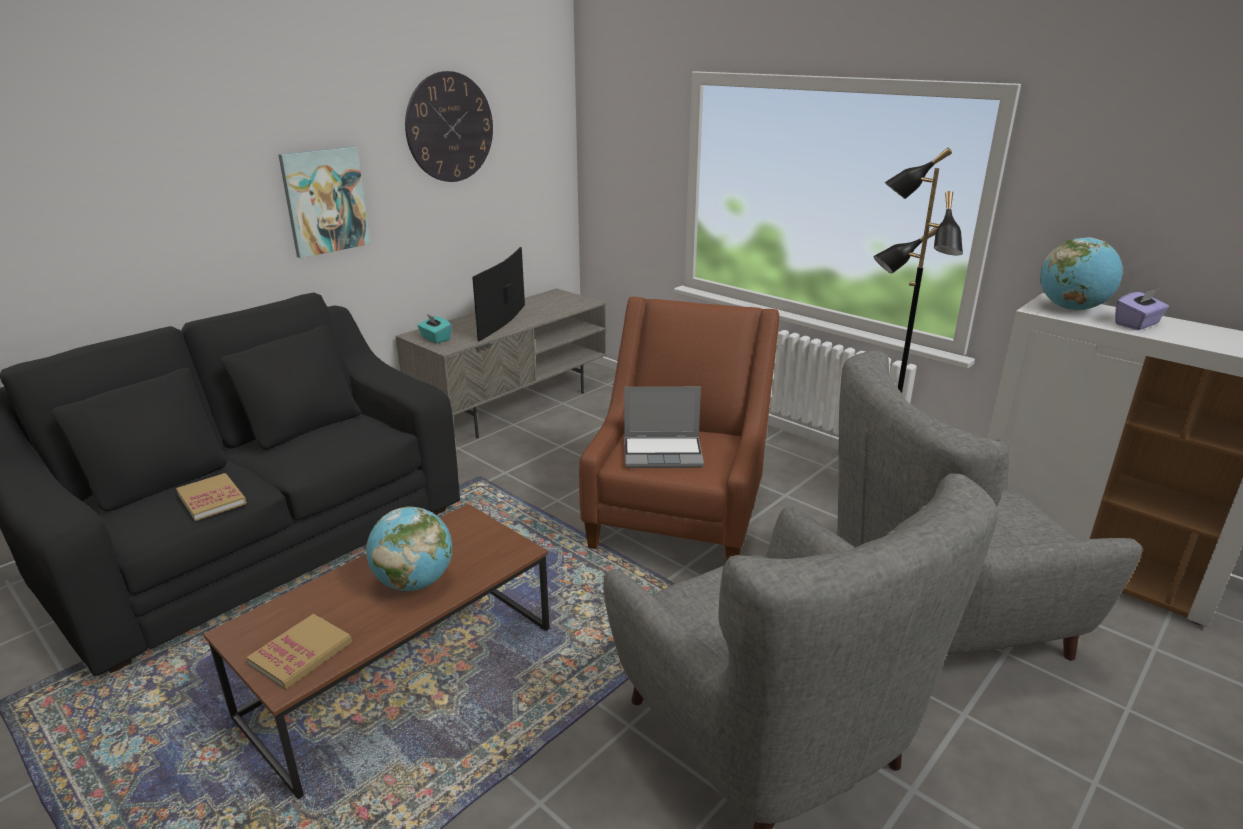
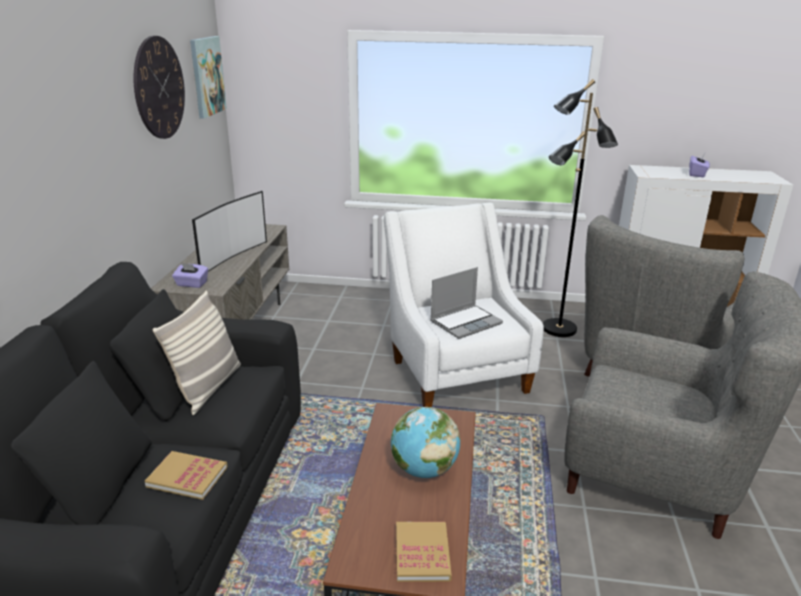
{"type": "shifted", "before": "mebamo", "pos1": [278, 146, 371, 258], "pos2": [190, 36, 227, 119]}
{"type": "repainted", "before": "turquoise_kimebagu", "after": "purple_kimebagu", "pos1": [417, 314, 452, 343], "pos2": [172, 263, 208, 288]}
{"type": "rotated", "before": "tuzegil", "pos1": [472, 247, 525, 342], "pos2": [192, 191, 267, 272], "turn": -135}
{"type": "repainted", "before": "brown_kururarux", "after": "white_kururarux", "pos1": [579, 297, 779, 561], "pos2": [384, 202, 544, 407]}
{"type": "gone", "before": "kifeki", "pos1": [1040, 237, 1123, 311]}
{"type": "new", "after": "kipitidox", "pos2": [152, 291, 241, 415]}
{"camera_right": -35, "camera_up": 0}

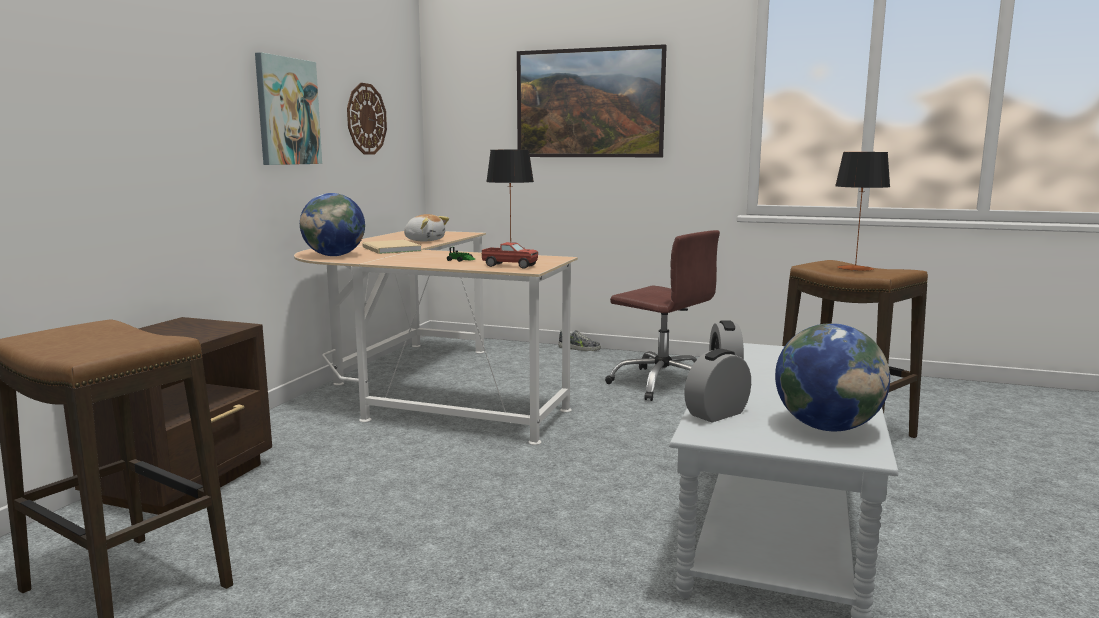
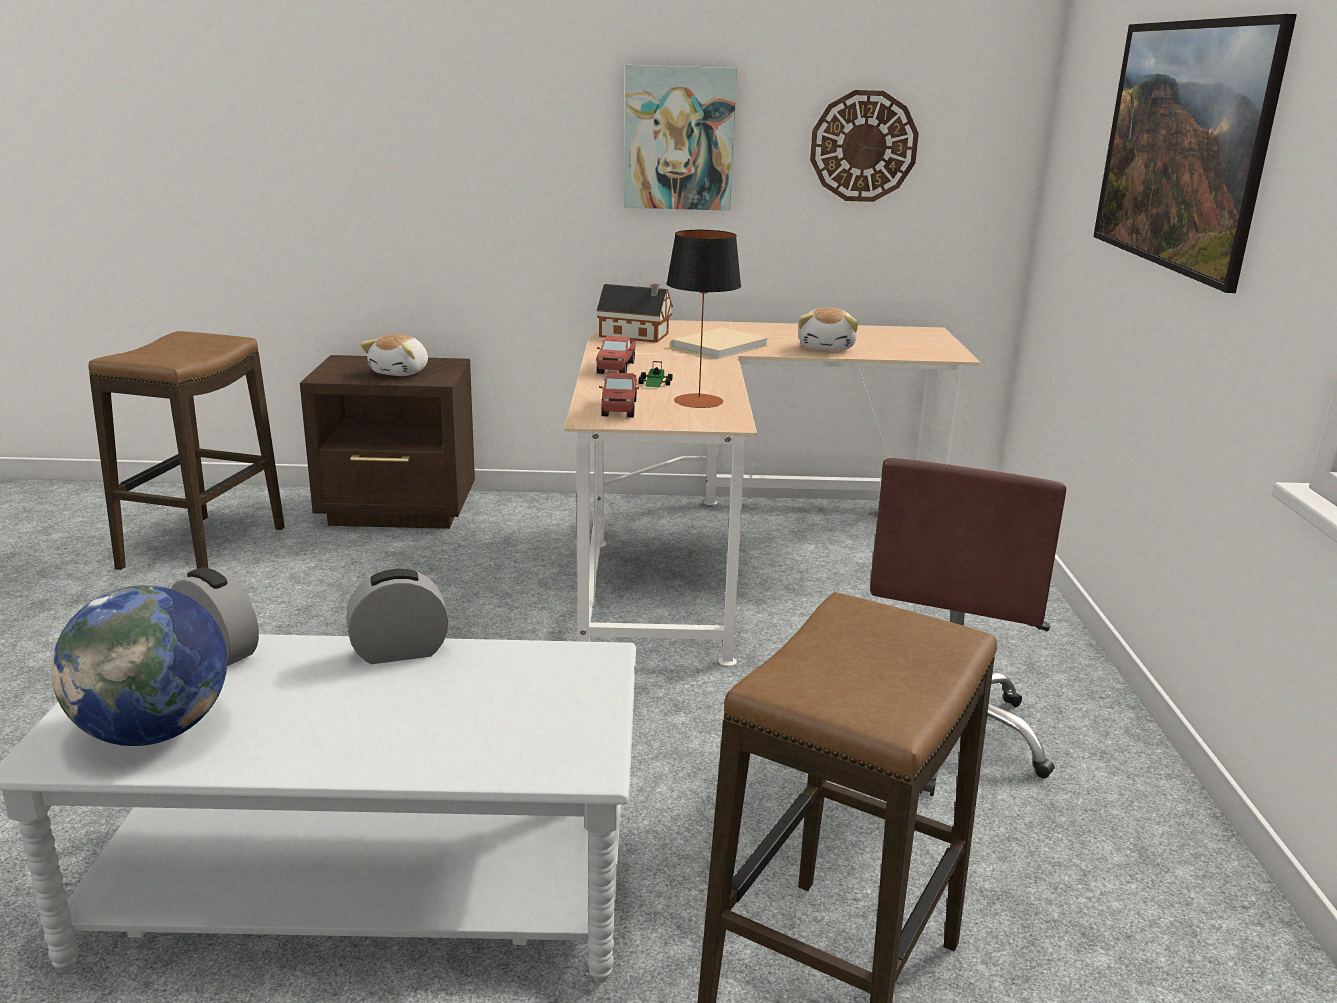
{"type": "swapped", "before": "kifeki", "after": "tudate", "pos1": [300, 193, 365, 256], "pos2": [597, 283, 673, 343]}
{"type": "gone", "before": "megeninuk", "pos1": [558, 330, 601, 351]}
{"type": "gone", "before": "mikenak", "pos1": [835, 152, 890, 271]}
{"type": "new", "after": "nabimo", "pos2": [360, 334, 428, 376]}
{"type": "new", "after": "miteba", "pos2": [596, 336, 636, 374]}
{"camera_right": 70, "camera_up": 10}

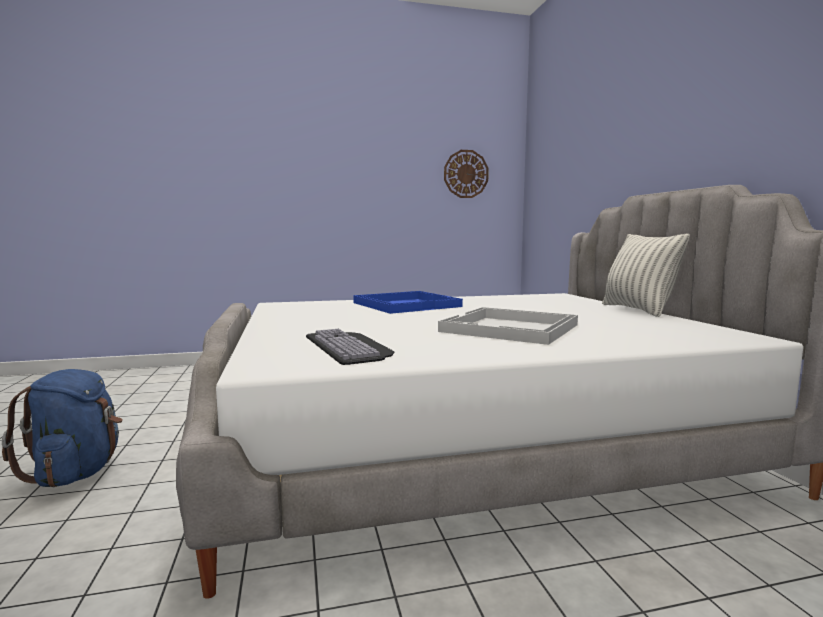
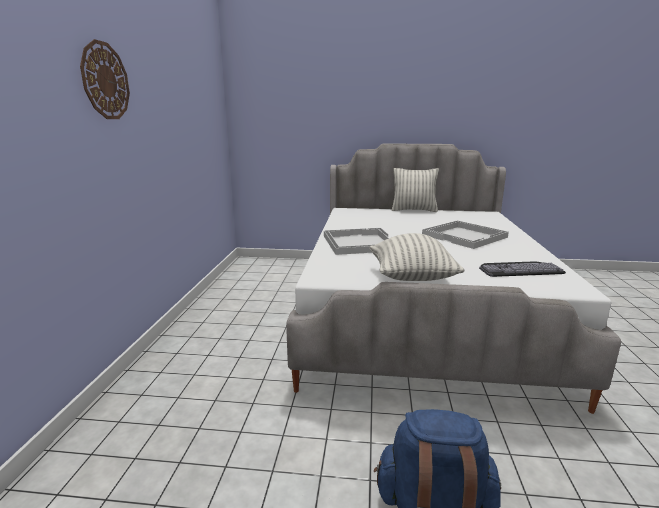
{"type": "repainted", "before": "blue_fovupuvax", "after": "white_fovupuvax", "pos1": [353, 291, 463, 314], "pos2": [324, 228, 389, 255]}
{"type": "shifted", "before": "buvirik", "pos1": [444, 150, 489, 198], "pos2": [80, 39, 130, 119]}
{"type": "new", "after": "kipitidox", "pos2": [369, 233, 465, 281]}
{"camera_right": -70, "camera_up": 10}

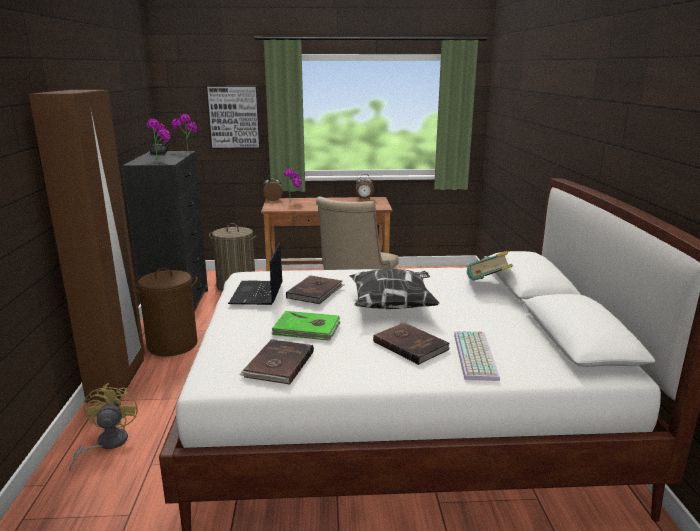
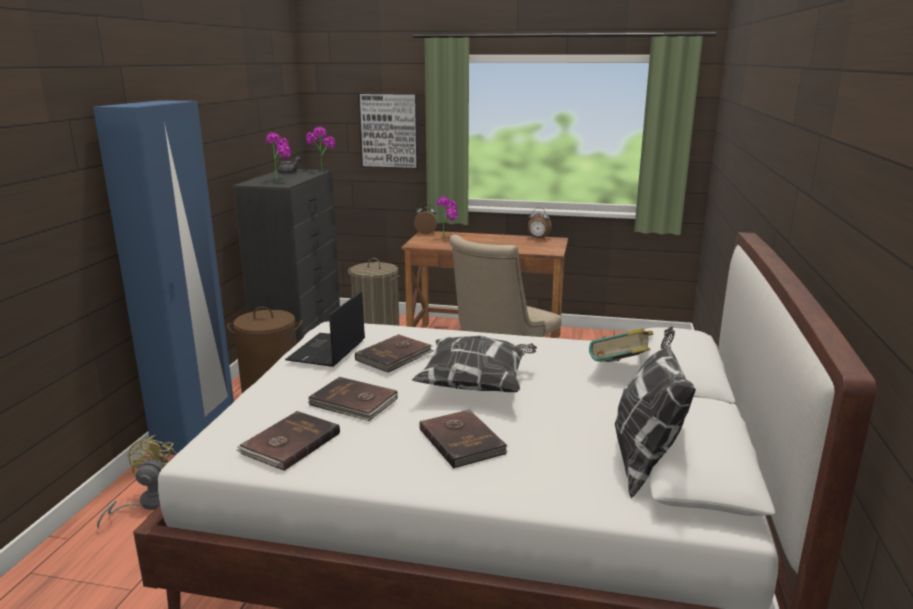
{"type": "repainted", "before": "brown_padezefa", "after": "blue_padezefa", "pos1": [29, 90, 145, 403], "pos2": [93, 100, 234, 455]}
{"type": "repainted", "before": "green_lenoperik", "after": "brown_lenoperik", "pos1": [271, 311, 340, 341], "pos2": [308, 377, 398, 421]}
{"type": "gone", "before": "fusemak", "pos1": [454, 331, 500, 381]}
{"type": "new", "after": "kipitidox", "pos2": [615, 326, 696, 499]}
{"camera_right": 15, "camera_up": 0}

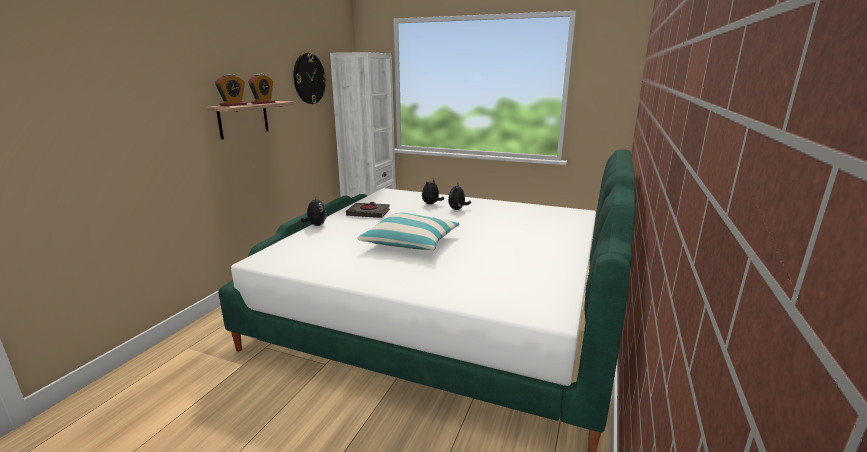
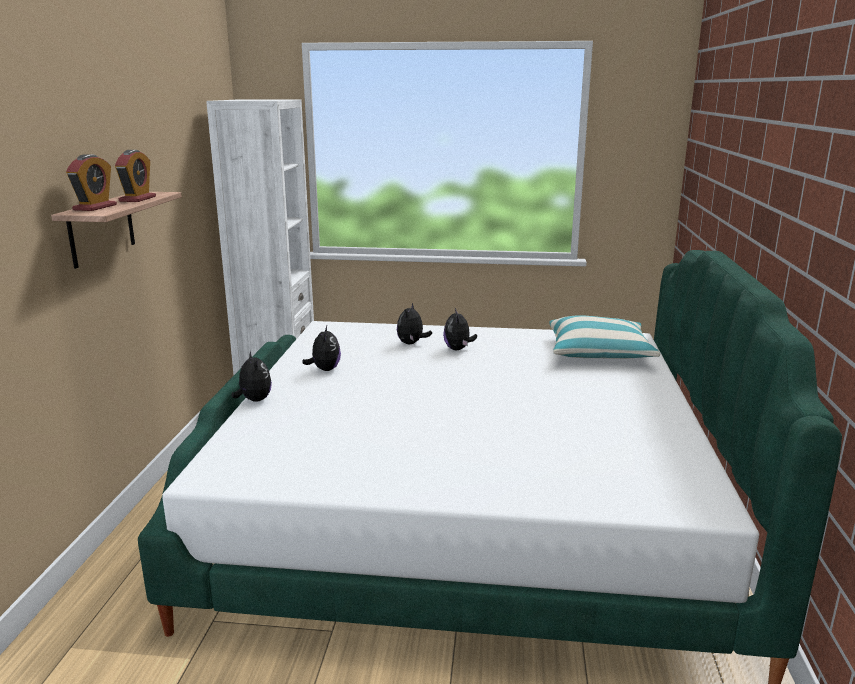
{"type": "gone", "before": "buvirik", "pos1": [293, 53, 327, 104]}
{"type": "swapped", "before": "black_lenoperik", "after": "nabimo", "pos1": [346, 202, 390, 218], "pos2": [302, 326, 341, 371]}
{"type": "shifted", "before": "kipitidox", "pos1": [357, 213, 459, 250], "pos2": [549, 315, 660, 359]}
{"camera_right": -15, "camera_up": 0}

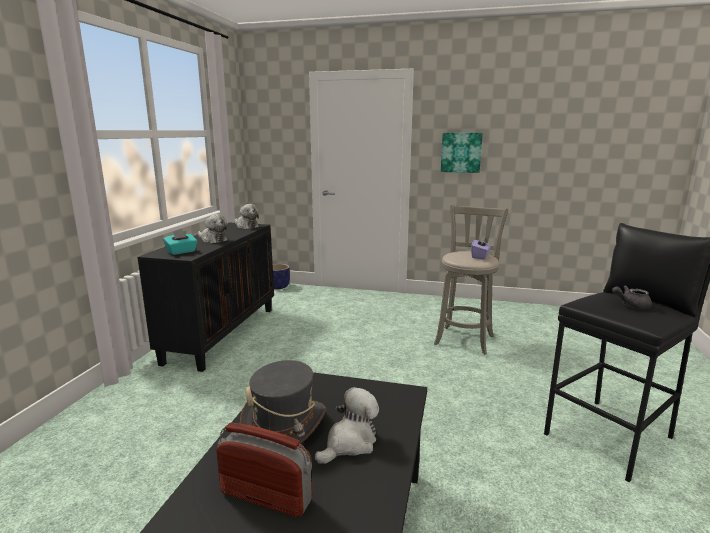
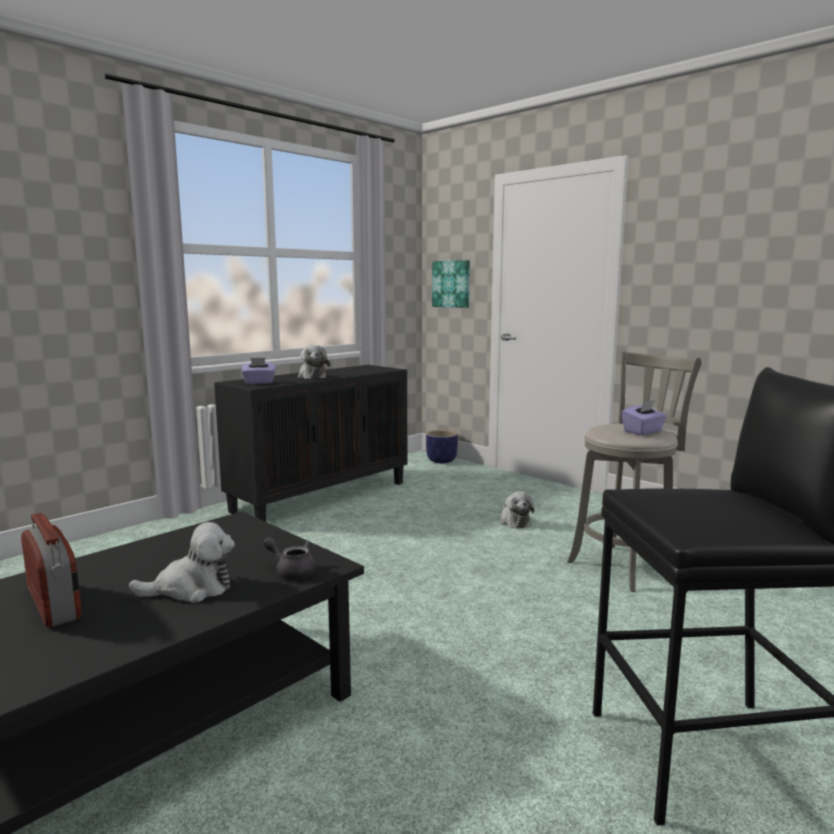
{"type": "repainted", "before": "turquoise_kimebagu", "after": "purple_kimebagu", "pos1": [163, 230, 197, 255], "pos2": [241, 358, 276, 384]}
{"type": "shifted", "before": "nabimo", "pos1": [234, 204, 259, 229], "pos2": [500, 491, 534, 529]}
{"type": "gone", "before": "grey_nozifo", "pos1": [240, 360, 326, 444]}
{"type": "shifted", "before": "mebamo", "pos1": [441, 133, 483, 173], "pos2": [432, 260, 470, 308]}
{"type": "shifted", "before": "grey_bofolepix", "pos1": [612, 285, 652, 309], "pos2": [263, 537, 316, 579]}
{"camera_right": 30, "camera_up": -5}

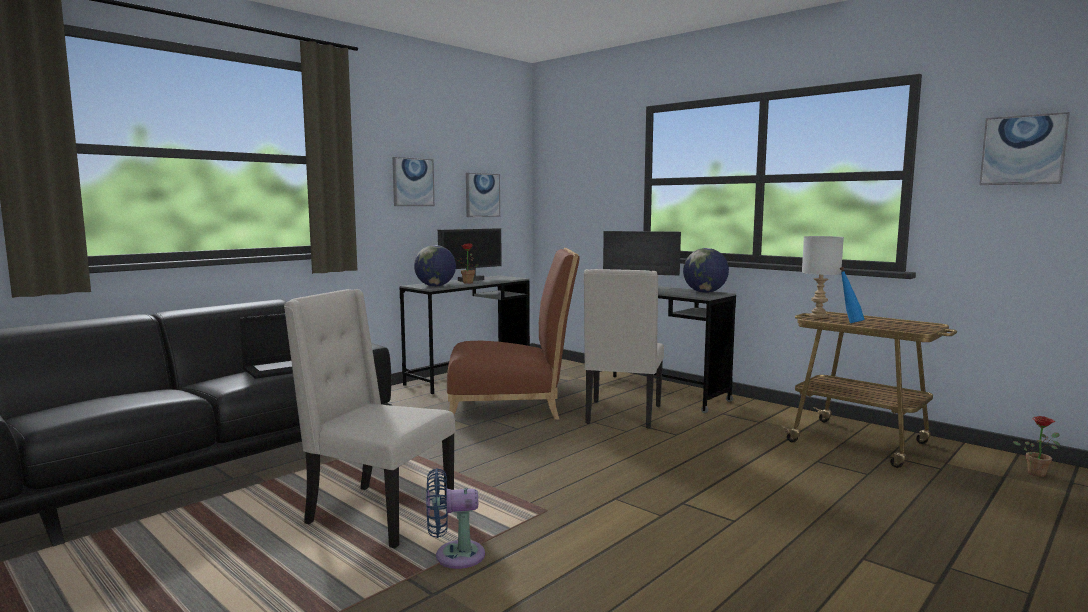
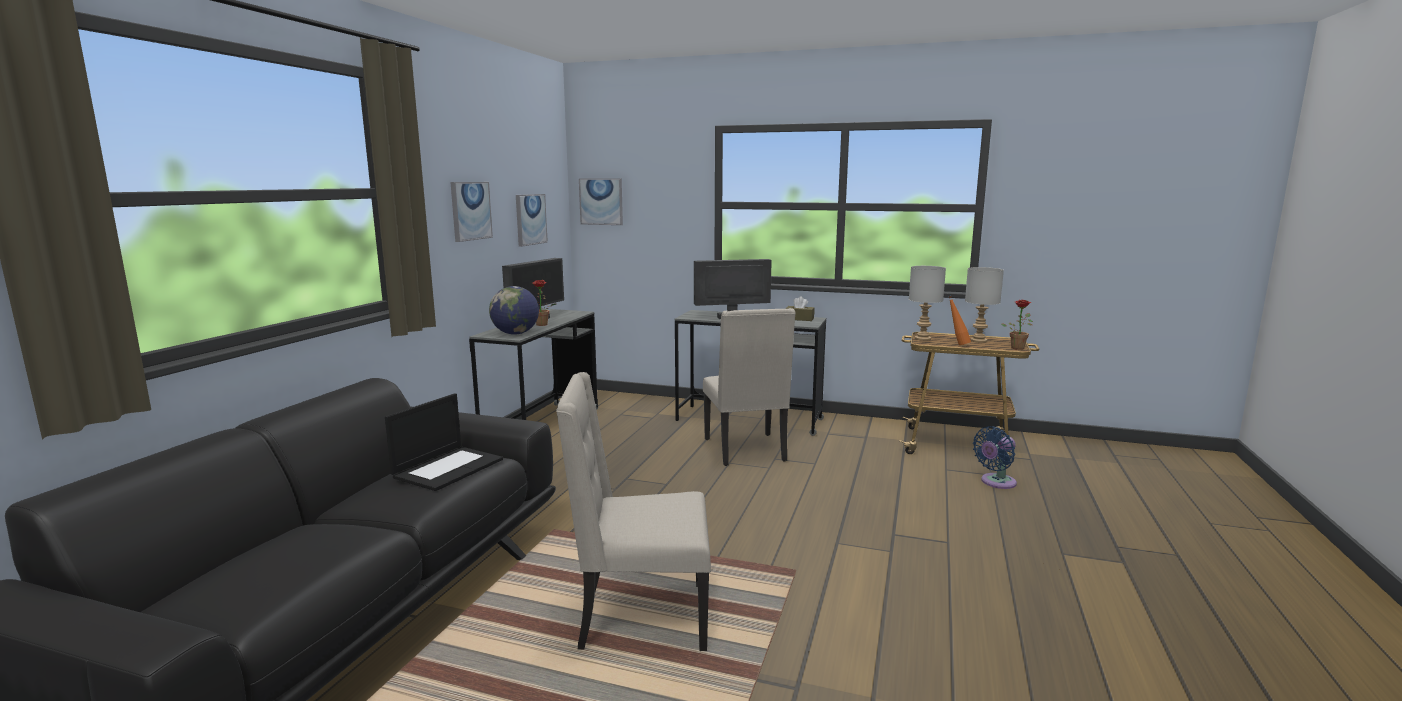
{"type": "shifted", "before": "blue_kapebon", "pos1": [426, 468, 485, 569], "pos2": [973, 426, 1017, 489]}
{"type": "gone", "before": "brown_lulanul", "pos1": [447, 248, 580, 420]}
{"type": "swapped", "before": "kifeki", "after": "brown_kimebagu", "pos1": [683, 248, 729, 293], "pos2": [786, 296, 814, 321]}
{"type": "repainted", "before": "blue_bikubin", "after": "orange_bikubin", "pos1": [840, 267, 865, 323], "pos2": [948, 296, 971, 345]}
{"type": "shifted", "before": "mebamo", "pos1": [979, 112, 1070, 185], "pos2": [579, 178, 623, 225]}
{"type": "shifted", "before": "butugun", "pos1": [1012, 416, 1060, 477], "pos2": [1001, 300, 1033, 350]}
{"type": "new", "after": "grey_mikenak", "pos2": [965, 267, 1004, 343]}
{"camera_right": -25, "camera_up": 5}

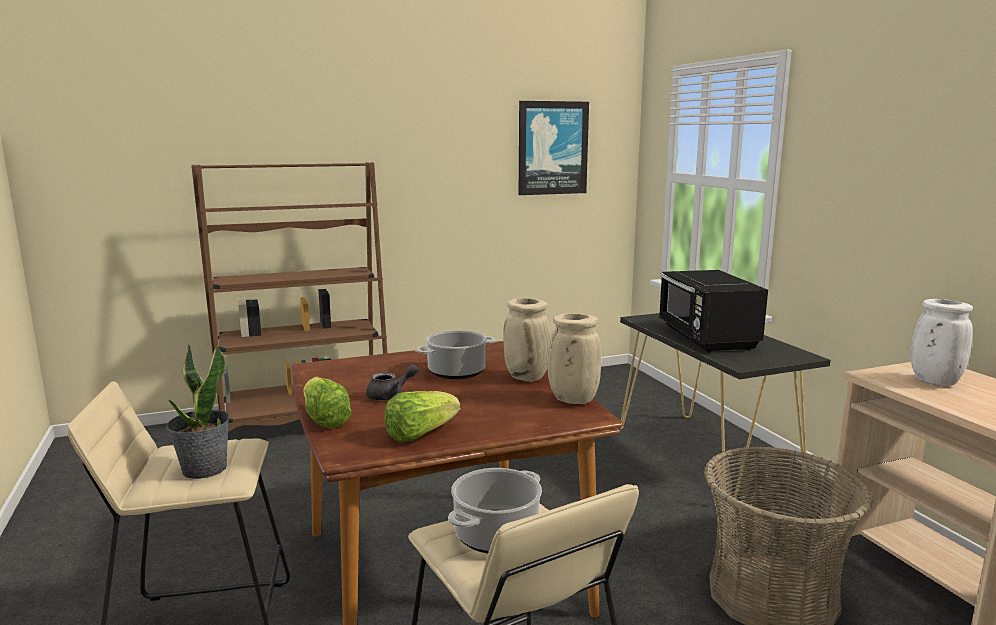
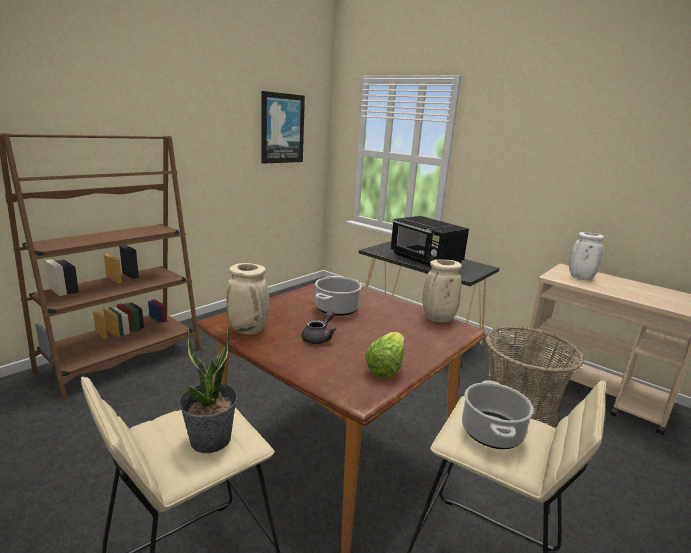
{"type": "gone", "before": "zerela", "pos1": [303, 377, 352, 428]}
{"type": "shifted", "before": "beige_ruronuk", "pos1": [503, 298, 551, 382], "pos2": [226, 263, 269, 334]}
{"camera_right": -30, "camera_up": 5}

